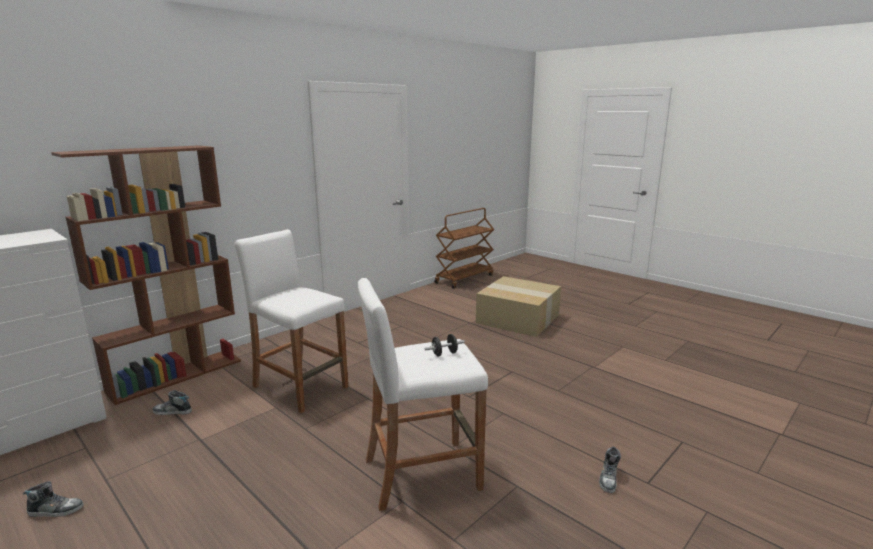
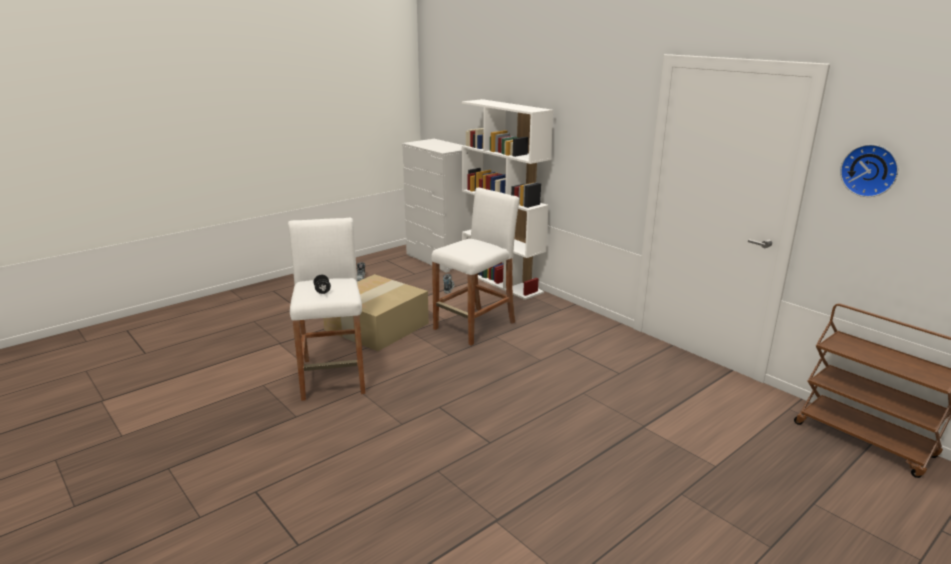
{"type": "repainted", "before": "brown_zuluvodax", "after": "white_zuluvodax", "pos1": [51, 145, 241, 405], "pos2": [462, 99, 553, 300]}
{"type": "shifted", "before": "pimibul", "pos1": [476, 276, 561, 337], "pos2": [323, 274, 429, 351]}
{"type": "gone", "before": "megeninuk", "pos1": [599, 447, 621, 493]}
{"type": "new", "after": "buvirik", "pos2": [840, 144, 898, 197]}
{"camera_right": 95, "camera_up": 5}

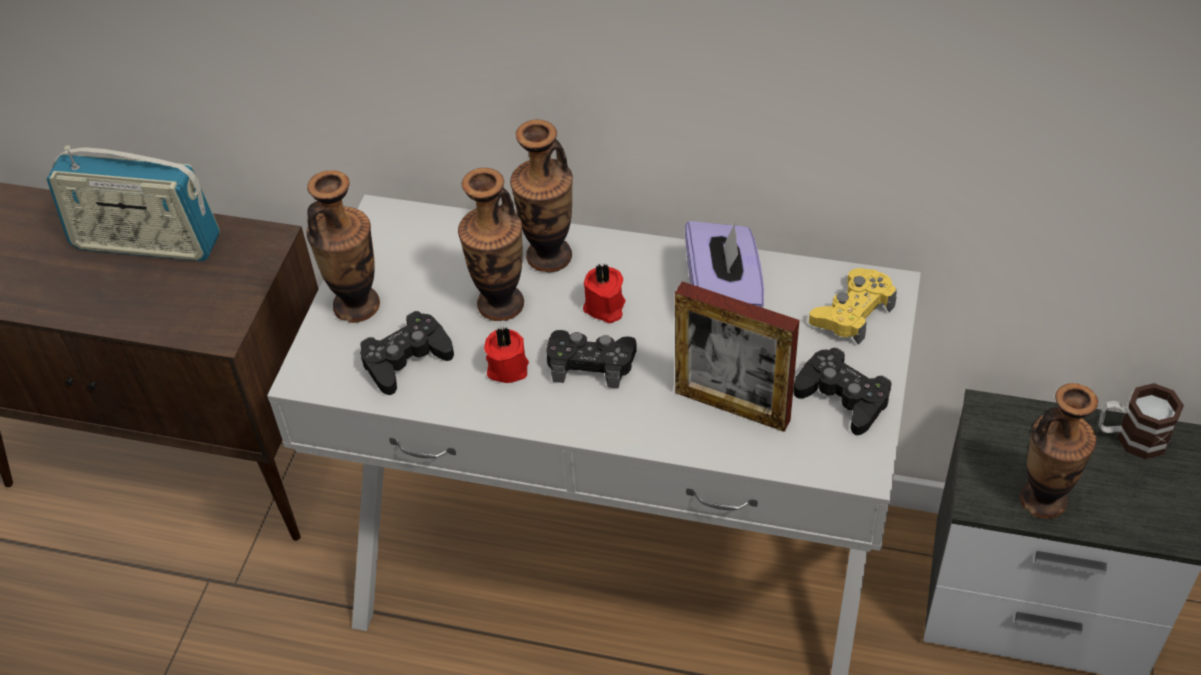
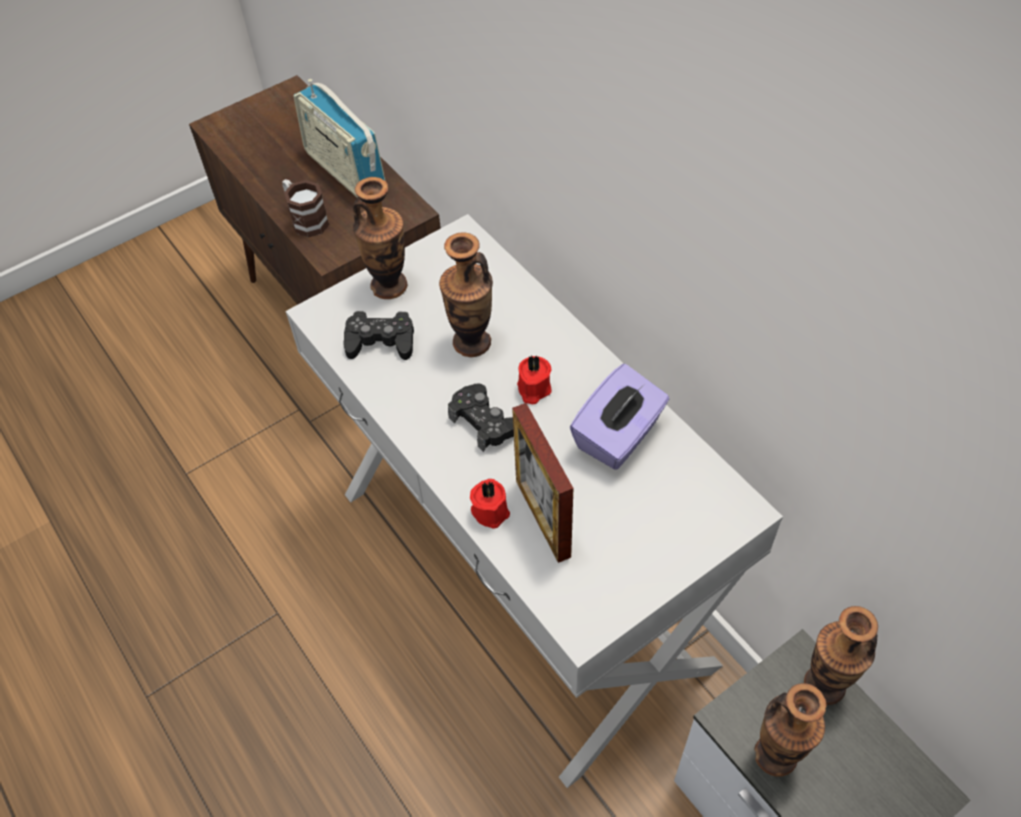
{"type": "shifted", "before": "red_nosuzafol", "pos1": [484, 326, 529, 383], "pos2": [470, 479, 510, 529]}
{"type": "shifted", "before": "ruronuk", "pos1": [510, 119, 573, 273], "pos2": [804, 606, 878, 705]}
{"type": "gone", "before": "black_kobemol", "pos1": [793, 348, 892, 435]}
{"type": "gone", "before": "yellow_kobemol", "pos1": [809, 268, 897, 345]}
{"type": "shifted", "before": "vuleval", "pos1": [1098, 383, 1184, 459], "pos2": [282, 179, 329, 237]}
{"camera_right": 40, "camera_up": 5}

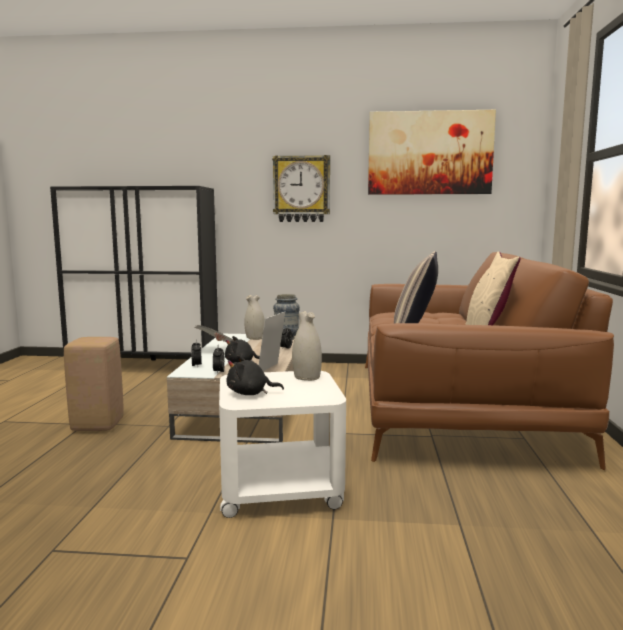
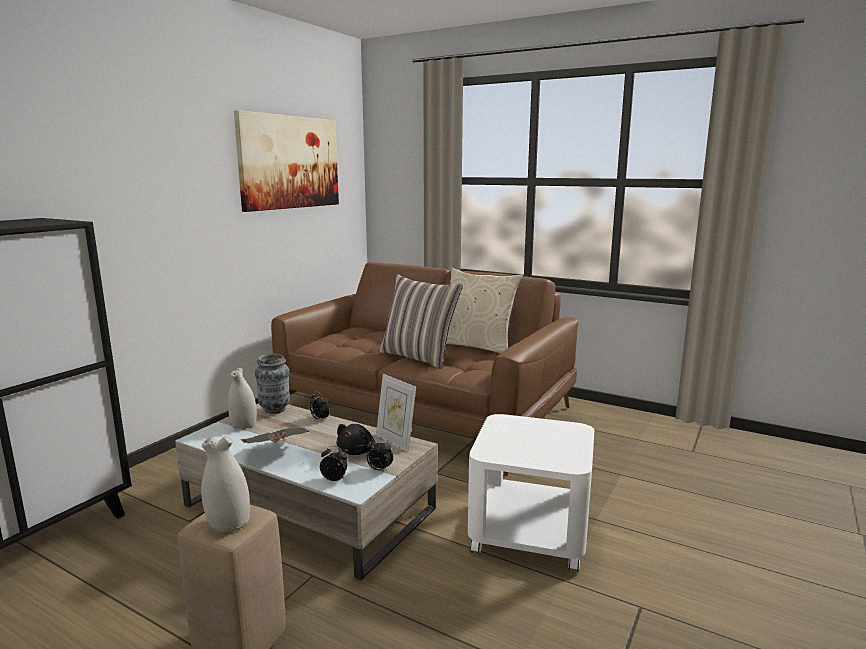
{"type": "gone", "before": "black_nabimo", "pos1": [226, 355, 284, 395]}
{"type": "gone", "before": "buvirik", "pos1": [272, 155, 330, 222]}
{"type": "shifted", "before": "white_ruronuk", "pos1": [292, 311, 322, 381], "pos2": [201, 436, 250, 532]}
{"camera_right": -65, "camera_up": 5}

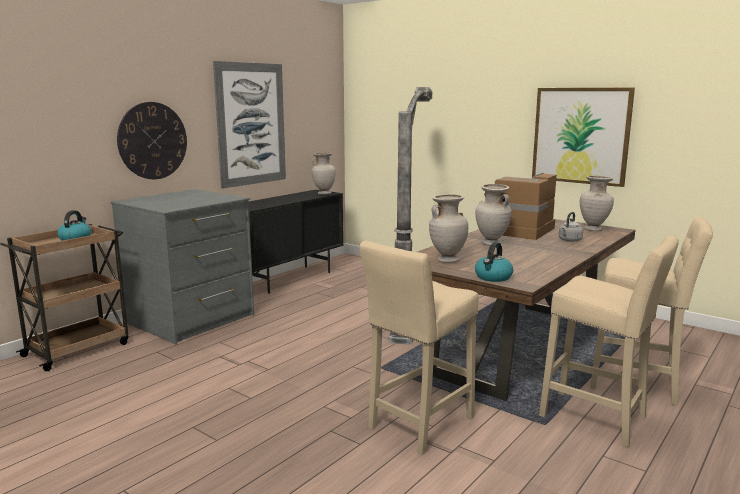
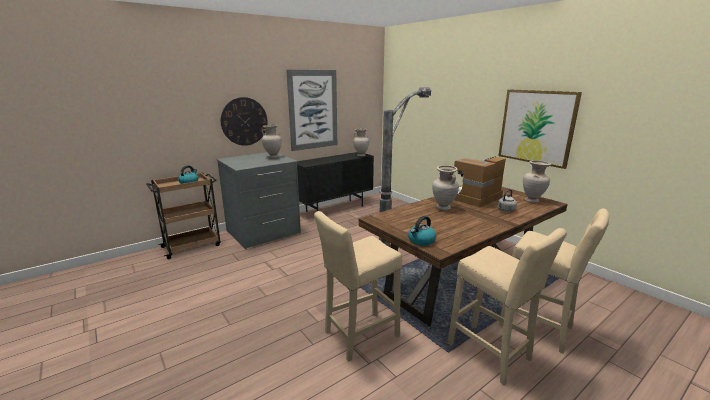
{"type": "shifted", "before": "beige_ruronuk", "pos1": [429, 194, 468, 263], "pos2": [262, 125, 282, 158]}
{"camera_right": 15, "camera_up": 5}

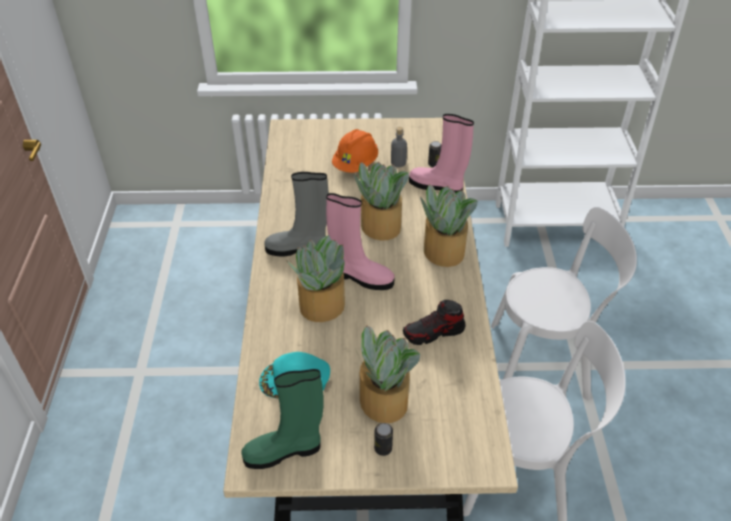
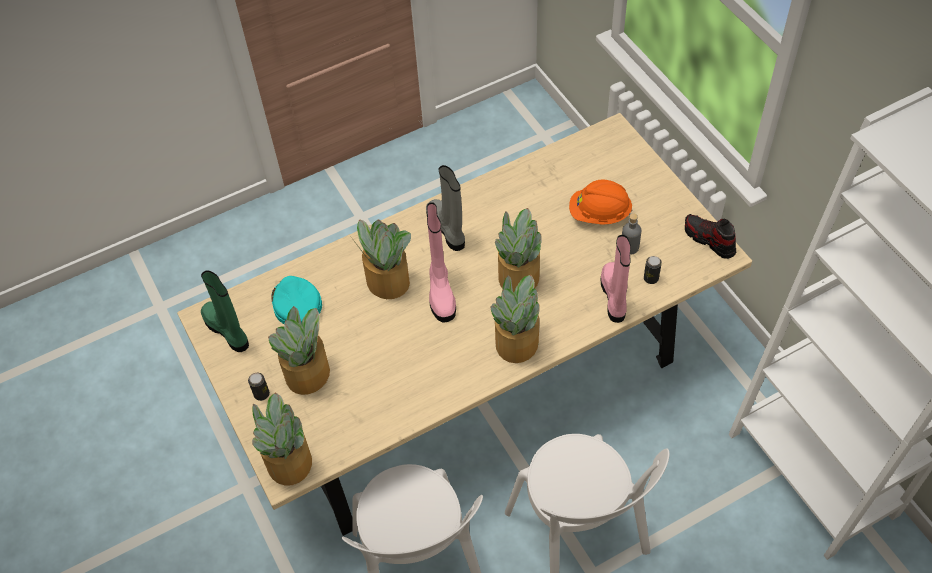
{"type": "shifted", "before": "megeninuk", "pos1": [403, 300, 466, 345], "pos2": [685, 214, 736, 259]}
{"type": "new", "after": "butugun", "pos2": [252, 393, 312, 486]}
{"camera_right": 65, "camera_up": 10}

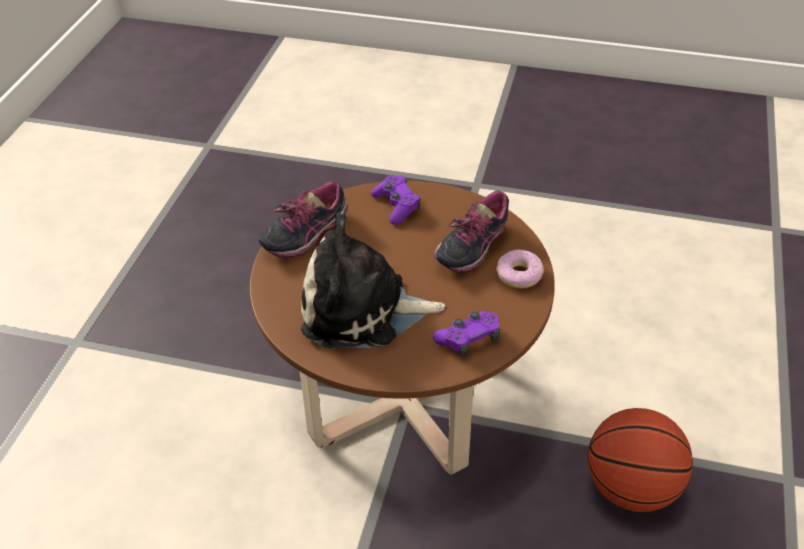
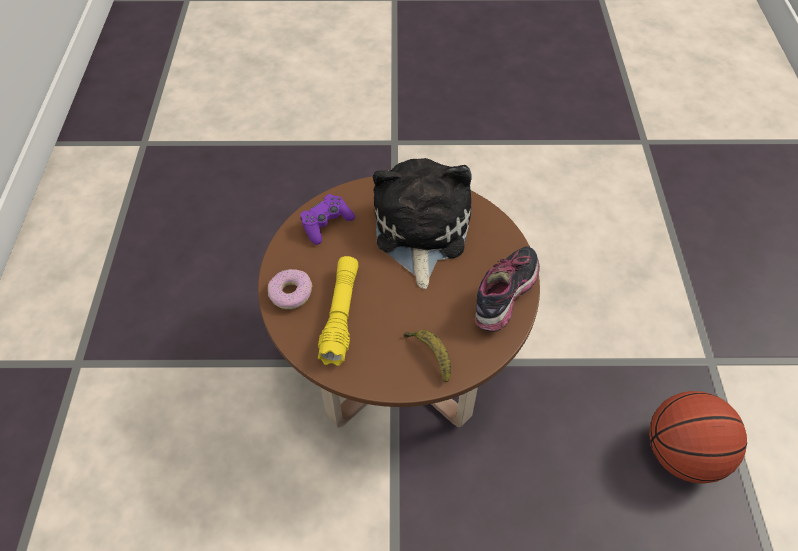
{"type": "rotated", "before": "nabimo", "pos1": [301, 211, 445, 348], "pos2": [373, 158, 472, 289], "turn": -75}
{"type": "swapped", "before": "purple_kobemol", "after": "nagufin", "pos1": [371, 175, 421, 225], "pos2": [404, 330, 451, 382]}
{"type": "swapped", "before": "megeninuk", "after": "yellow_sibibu", "pos1": [434, 190, 509, 273], "pos2": [318, 256, 359, 366]}
{"type": "shifted", "before": "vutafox", "pos1": [588, 408, 693, 512], "pos2": [649, 391, 747, 484]}
{"camera_right": 165, "camera_up": 10}

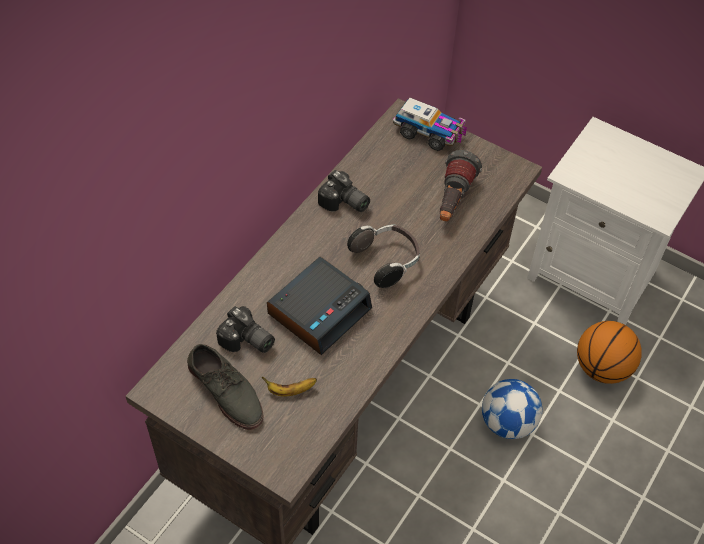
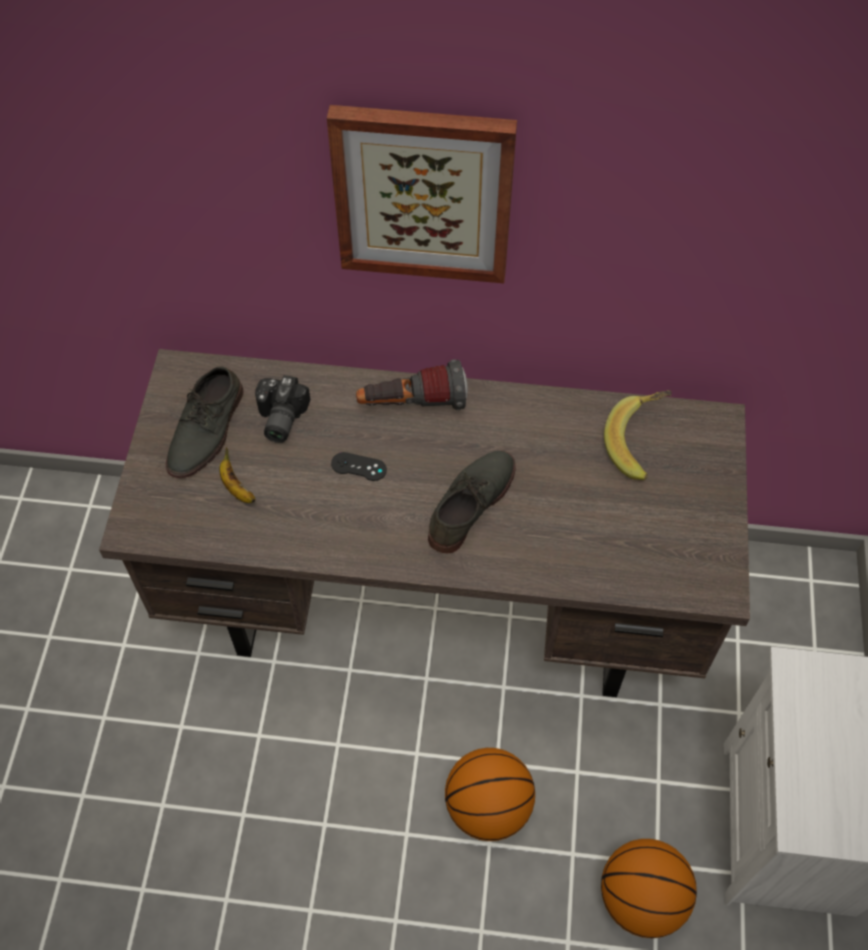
{"type": "swapped", "before": "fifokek", "after": "black_kobemol", "pos1": [267, 257, 372, 355], "pos2": [331, 452, 387, 481]}
{"type": "gone", "before": "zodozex", "pos1": [318, 170, 370, 212]}
{"type": "swapped", "before": "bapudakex", "after": "grey_megeninuk", "pos1": [347, 225, 420, 288], "pos2": [428, 451, 516, 553]}
{"type": "gone", "before": "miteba", "pos1": [393, 98, 467, 151]}
{"type": "shifted", "before": "sibibu", "pos1": [439, 150, 482, 222], "pos2": [356, 359, 468, 410]}
{"type": "swapped", "before": "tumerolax", "after": "vutafox", "pos1": [482, 379, 542, 439], "pos2": [445, 748, 535, 841]}
{"type": "new", "after": "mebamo", "pos2": [327, 105, 517, 283]}
{"type": "new", "after": "nagufin", "pos2": [604, 390, 672, 480]}
{"camera_right": 65, "camera_up": 5}

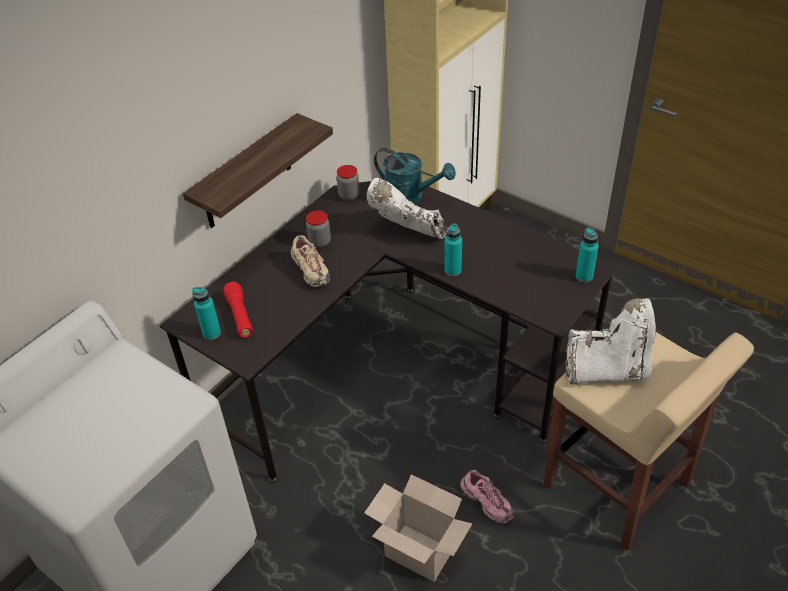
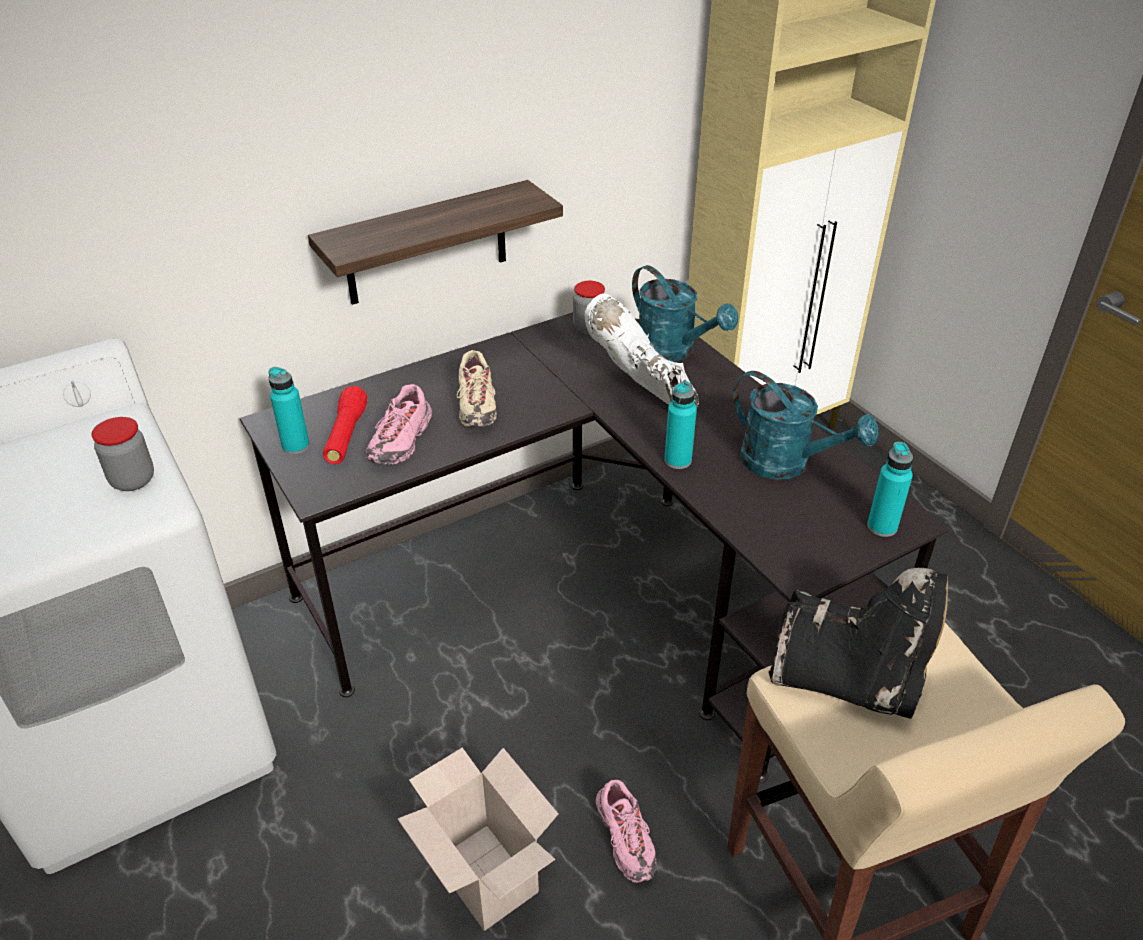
{"type": "shifted", "before": "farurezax", "pos1": [306, 210, 331, 248], "pos2": [91, 417, 154, 491]}
{"type": "repainted", "before": "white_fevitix", "after": "black_fevitix", "pos1": [566, 298, 656, 385], "pos2": [769, 568, 948, 719]}
{"type": "new", "after": "pink_megeninuk", "pos2": [365, 384, 432, 465]}
{"type": "new", "after": "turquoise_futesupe", "pos2": [733, 371, 879, 480]}
{"camera_right": 20, "camera_up": -5}

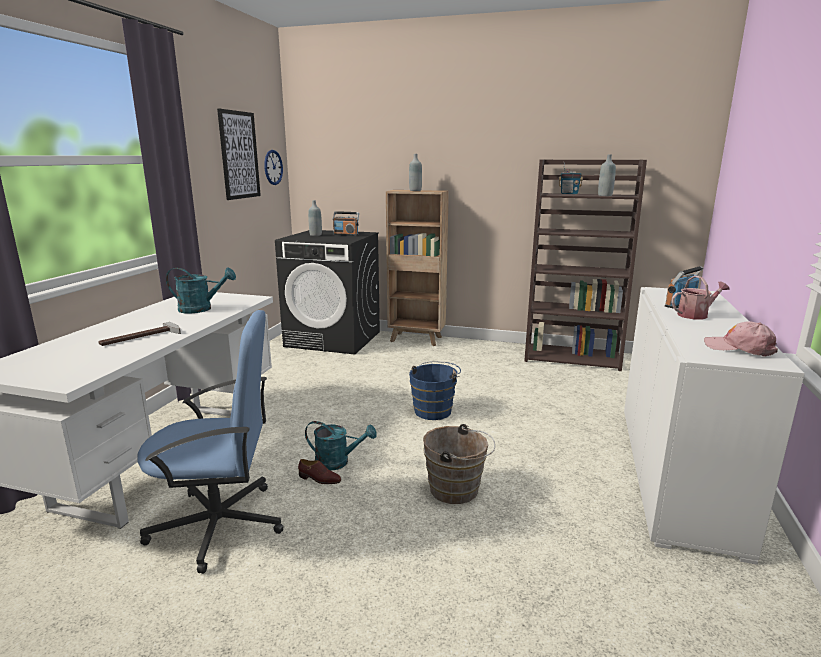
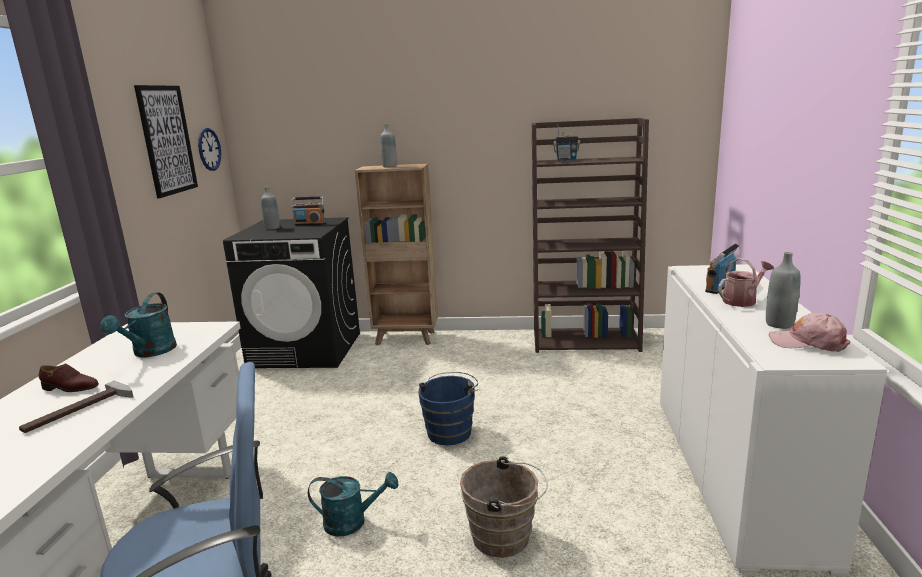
{"type": "rotated", "before": "turquoise_futesupe", "pos1": [166, 268, 236, 313], "pos2": [100, 292, 177, 357], "turn": 105}
{"type": "shifted", "before": "brown_megeninuk", "pos1": [298, 459, 341, 484], "pos2": [39, 363, 99, 392]}
{"type": "shifted", "before": "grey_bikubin", "pos1": [598, 154, 616, 196], "pos2": [766, 252, 801, 329]}
{"camera_right": -10, "camera_up": 0}

